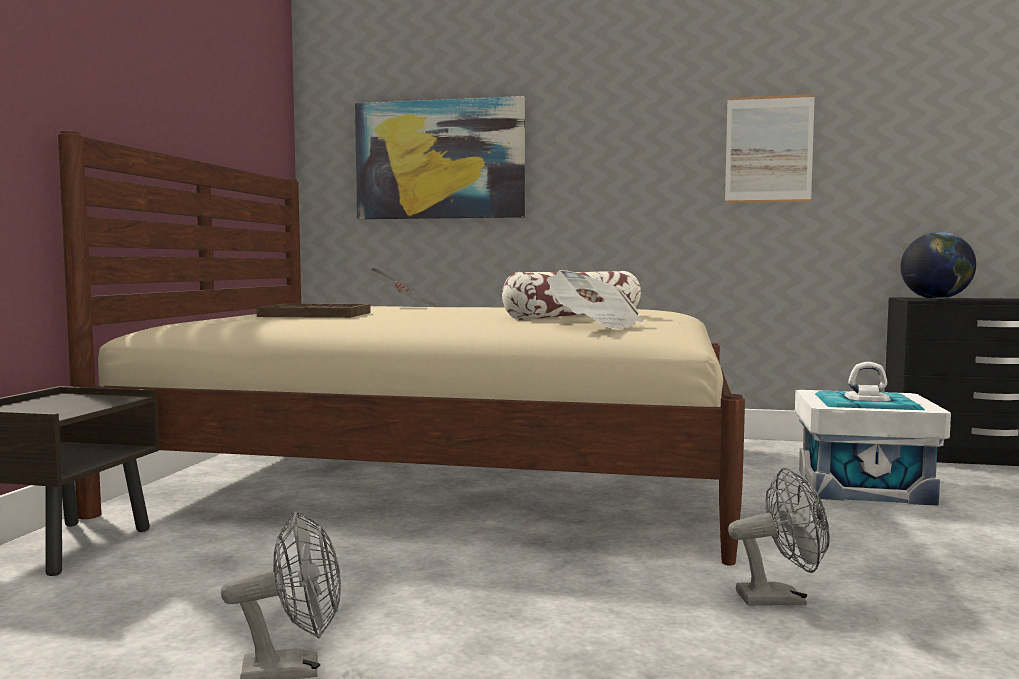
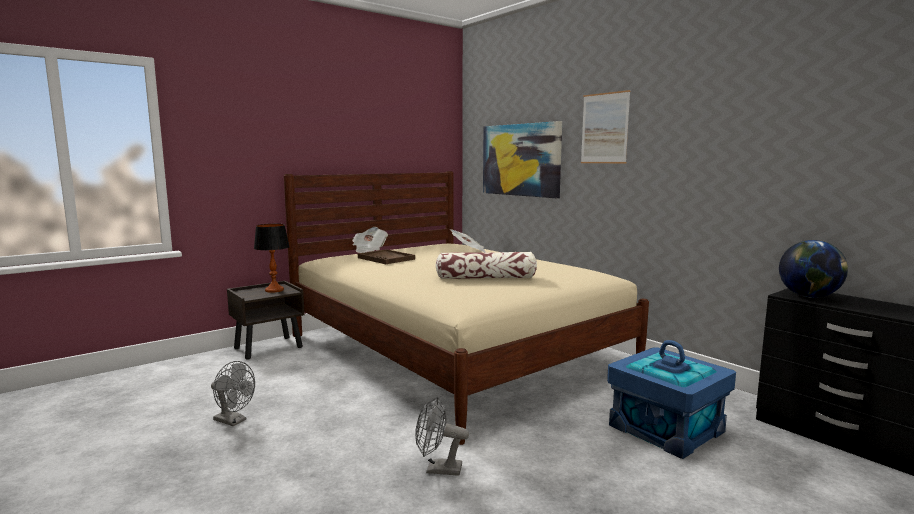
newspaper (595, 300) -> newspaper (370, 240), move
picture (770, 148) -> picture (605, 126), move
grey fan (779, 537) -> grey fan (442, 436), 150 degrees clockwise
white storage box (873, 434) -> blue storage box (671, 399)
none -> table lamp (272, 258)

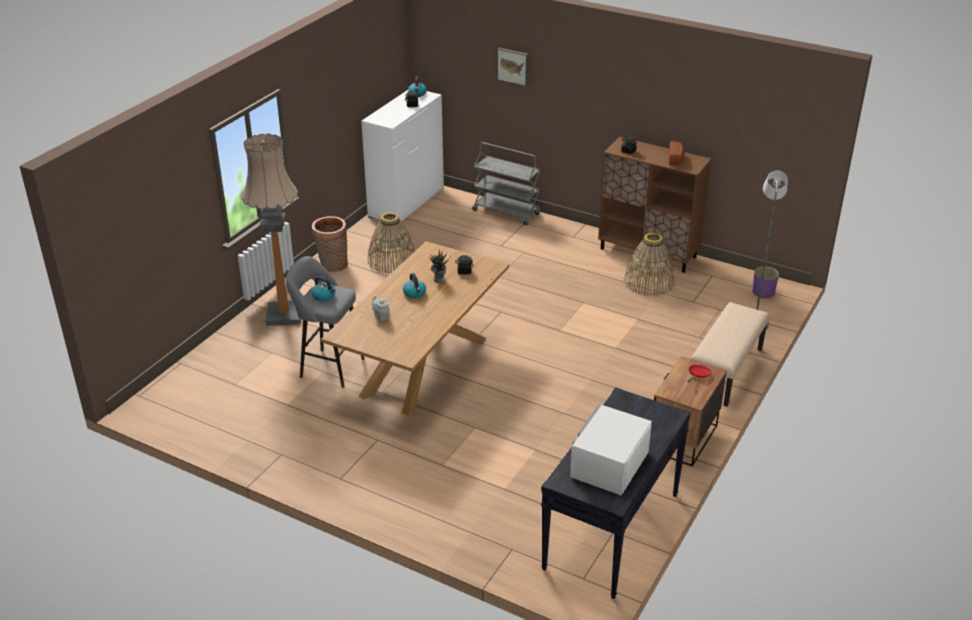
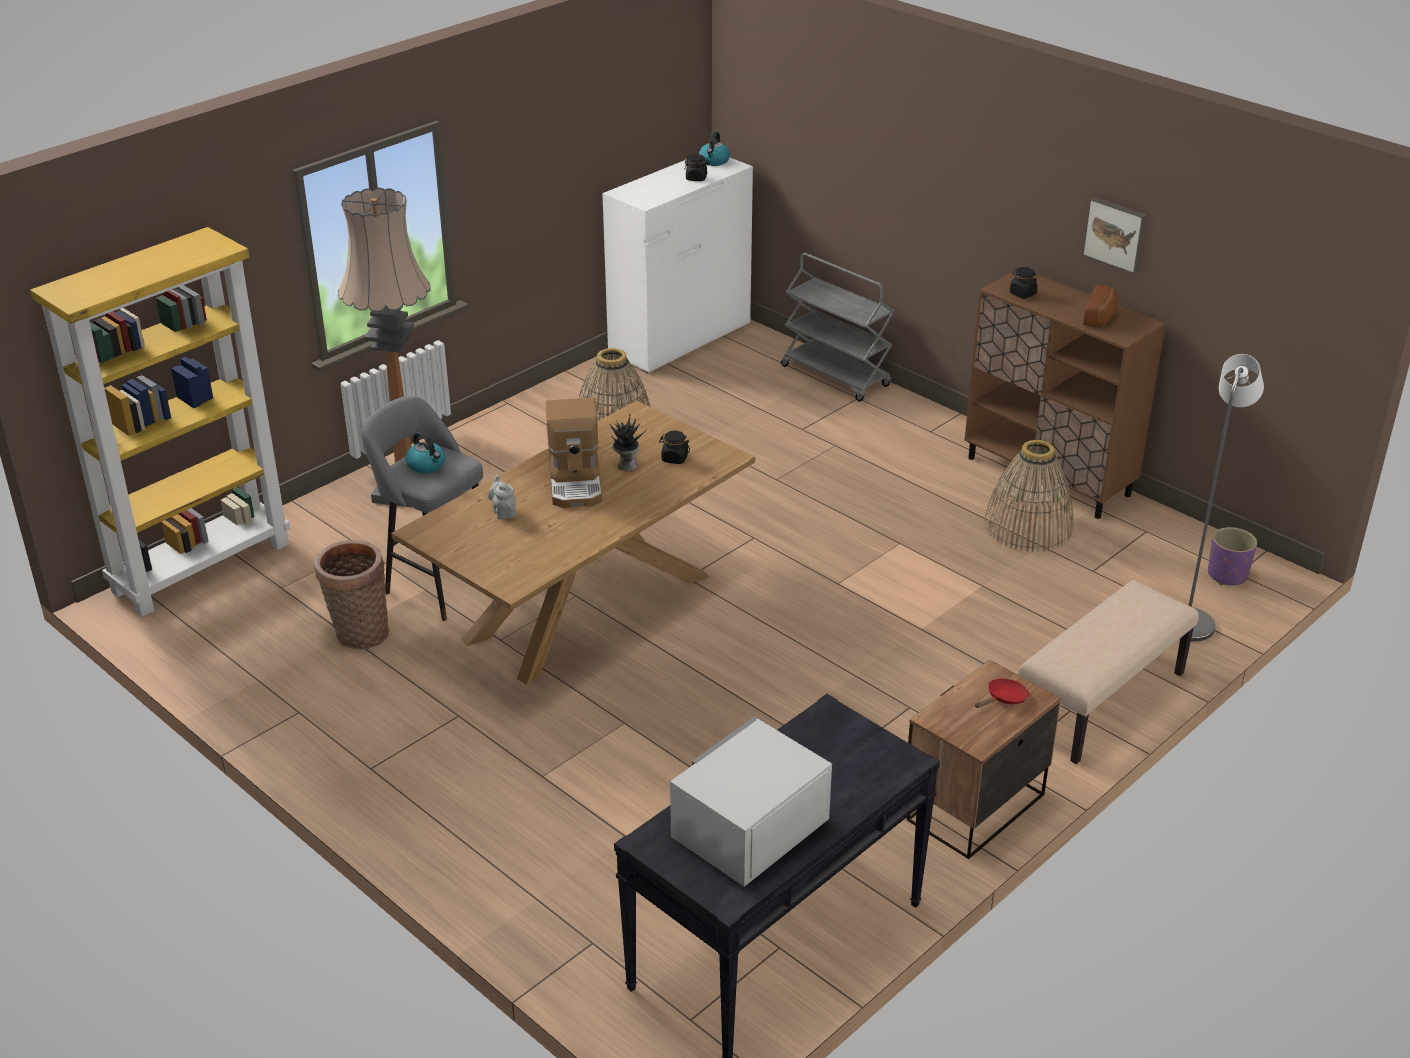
basket (330, 244) -> basket (351, 594), move
kettle (414, 285) -> coffee machine (573, 453)
picture (512, 67) -> picture (1114, 235), move
none -> yellow bookcase (160, 422)

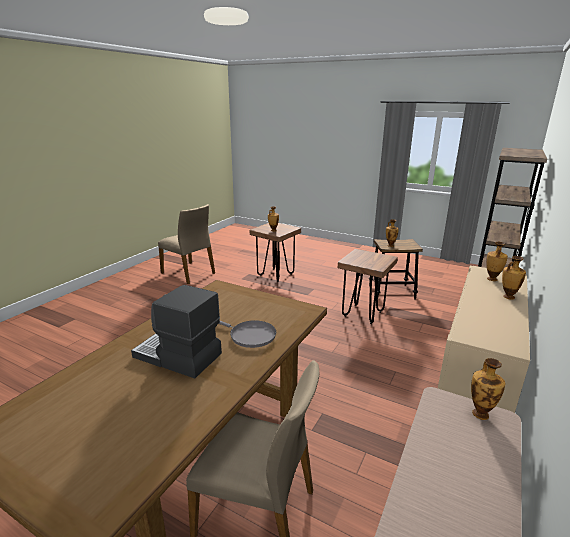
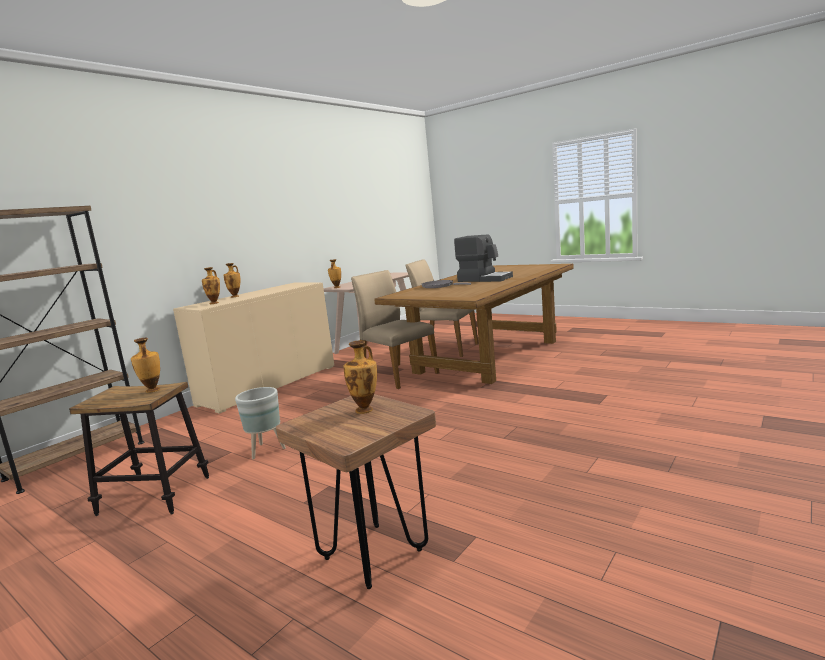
beige chair (186, 244) -> beige chair (395, 329), move
brown stool (368, 286) -> grey planter (260, 423)

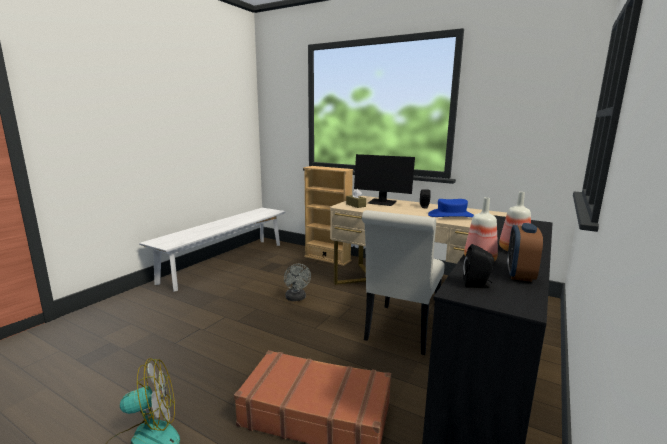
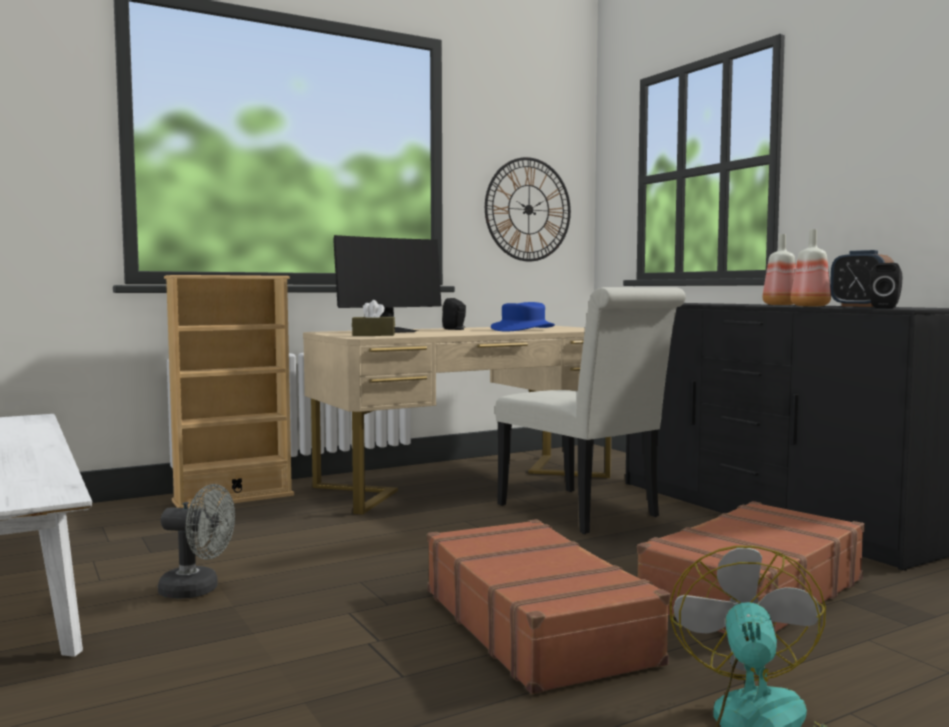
grey fan (297, 282) -> grey fan (196, 541), move
none -> brown suitcase (548, 606)
none -> wall clock (528, 209)

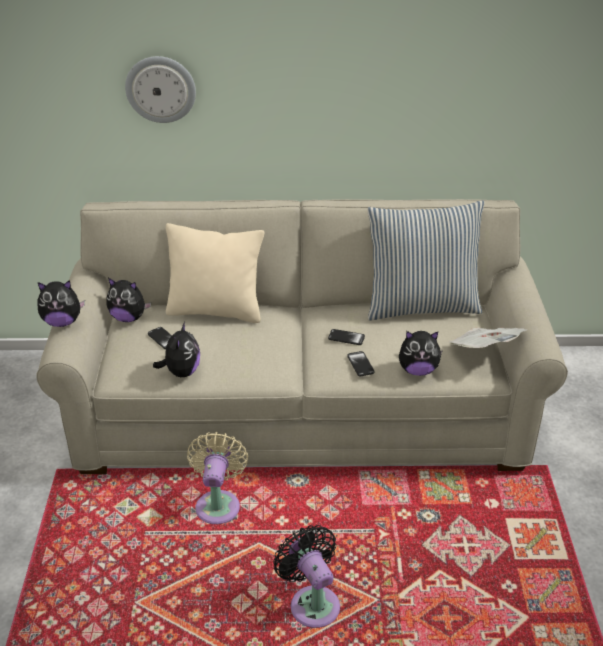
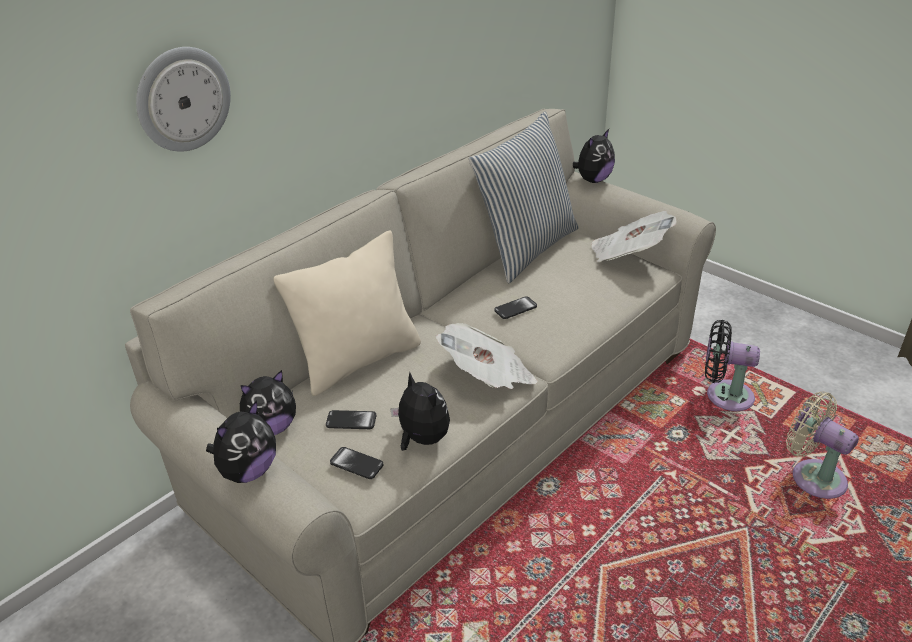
beige fan (217, 478) -> beige fan (822, 445), move
black fan (306, 576) -> black fan (732, 365), move
phone (360, 363) -> phone (357, 463), move
plush toy (421, 353) -> plush toy (594, 156), move
none -> newspaper (486, 356)

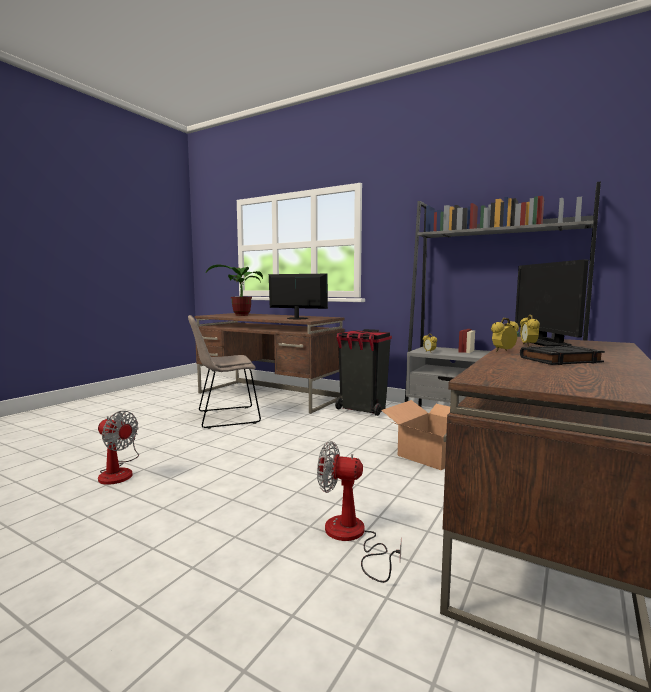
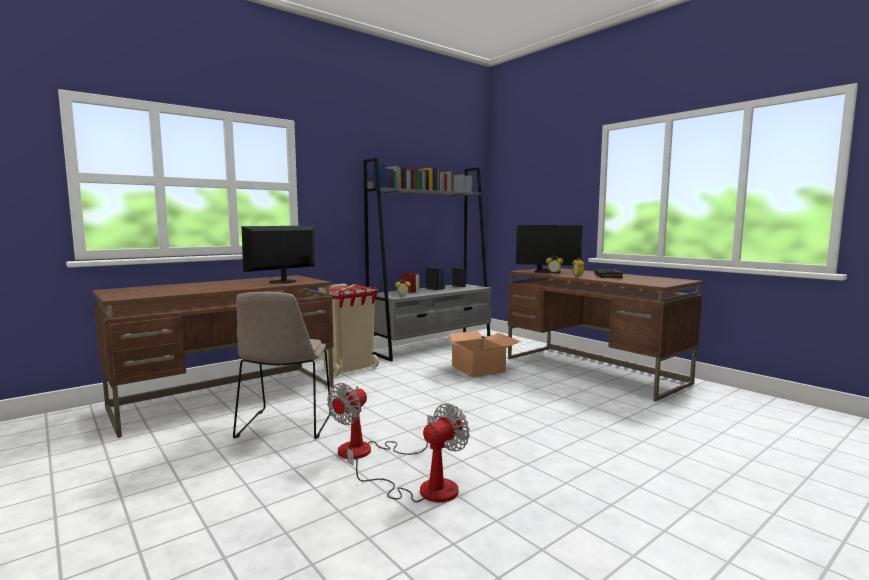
potted plant (234, 290) -> none
fan (359, 512) -> fan (380, 421), move
black trash can (363, 372) -> beige trash can (348, 330)

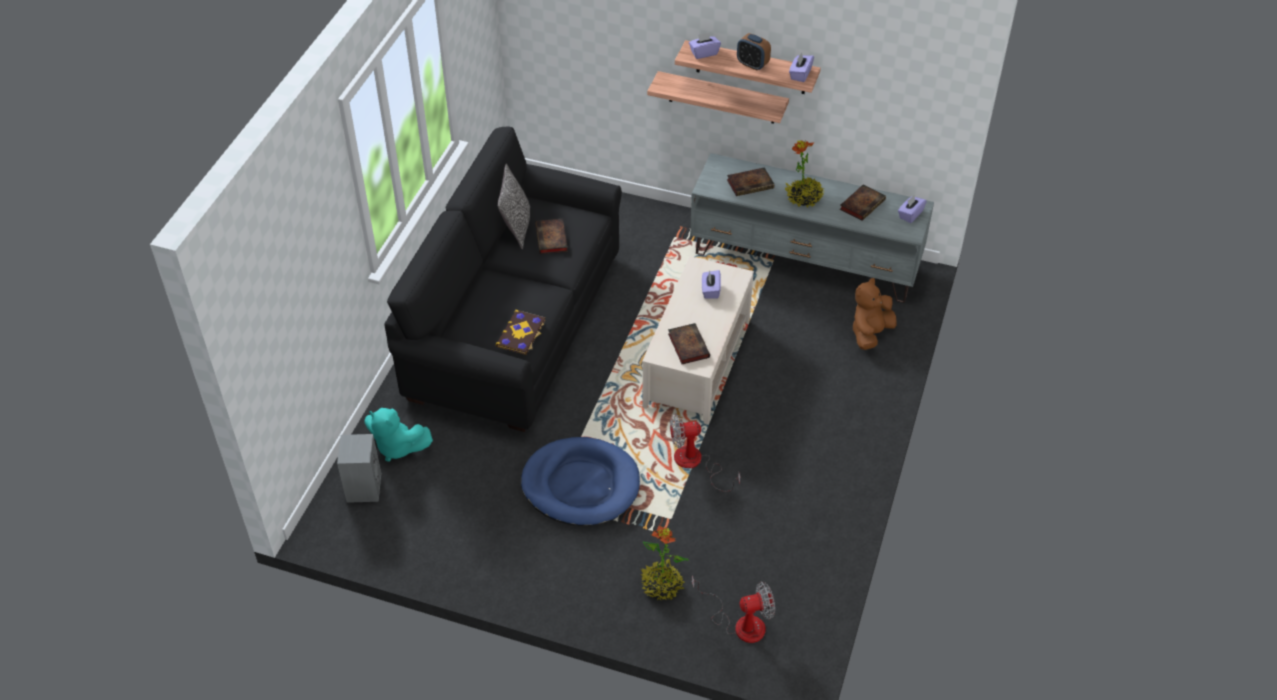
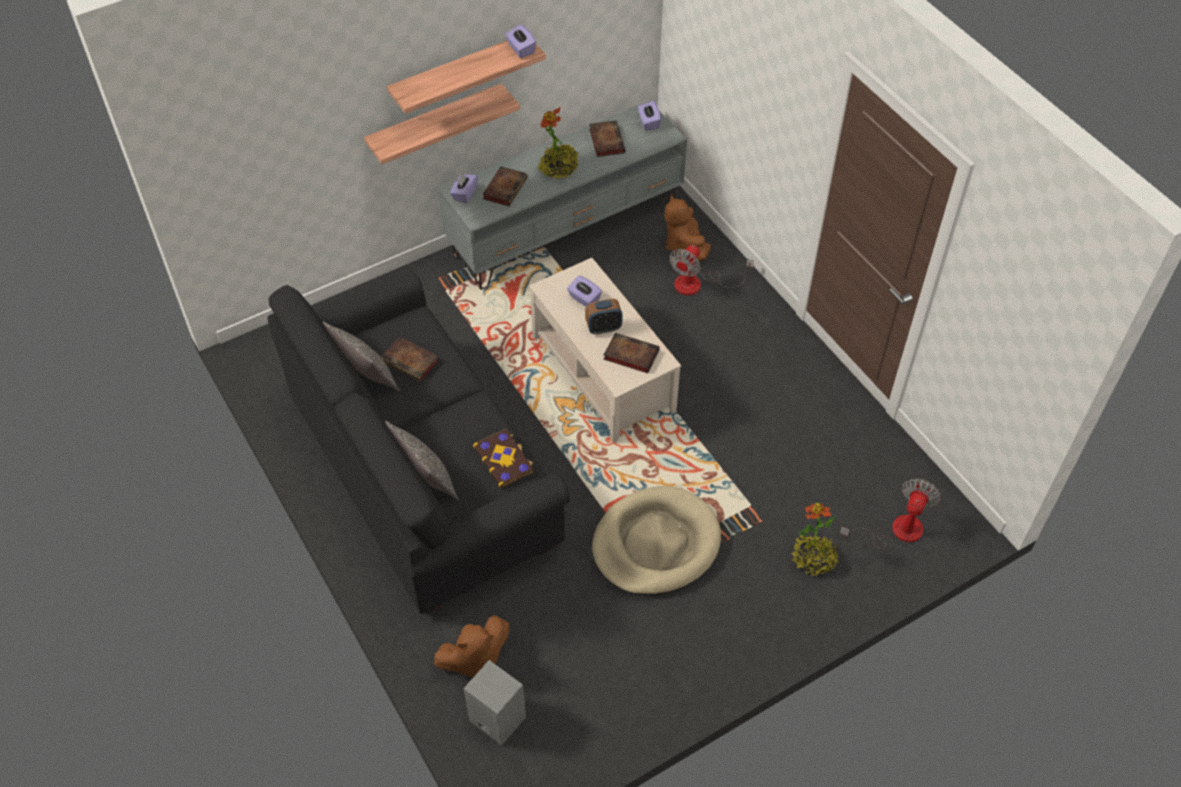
turquoise plush toy (398, 435) -> brown plush toy (471, 646)
blue dog bed (580, 481) -> beige dog bed (656, 541)
fan (705, 453) -> fan (712, 270), move
purple tissue box (705, 45) -> purple tissue box (464, 188), move
alarm clock (754, 52) -> alarm clock (604, 317), move
none -> pillow (422, 460)

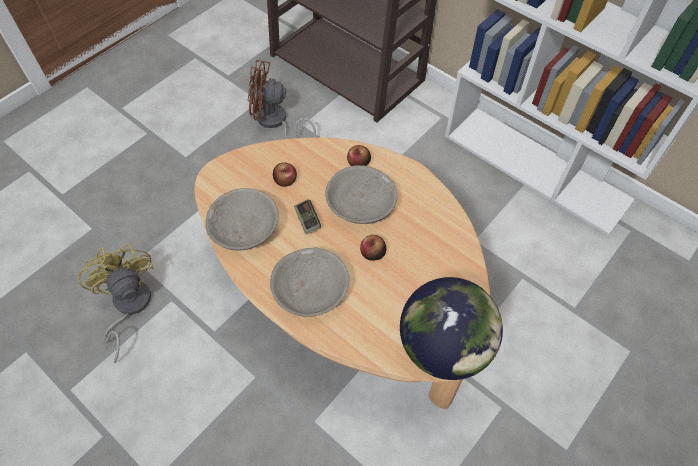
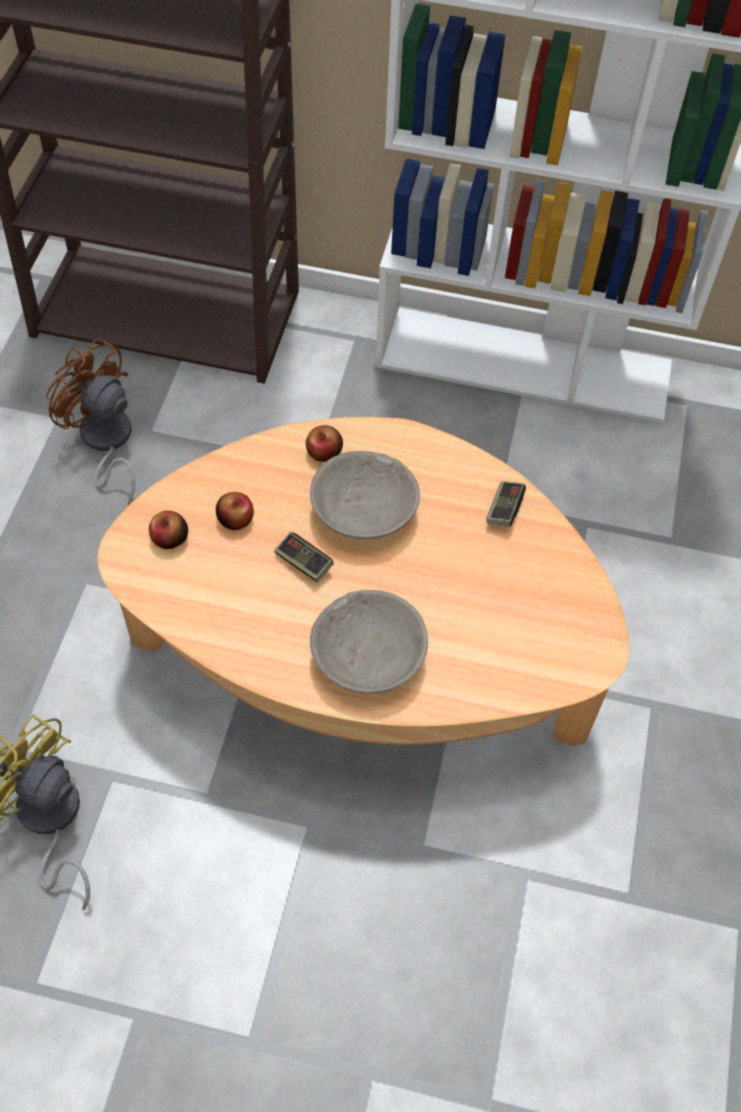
grey bowl (242, 219) -> none
brown fan (282, 99) -> brown fan (90, 421), 60 degrees clockwise
apple (373, 248) -> apple (168, 530), move
globe (451, 328) -> none
none -> game controller (506, 504)

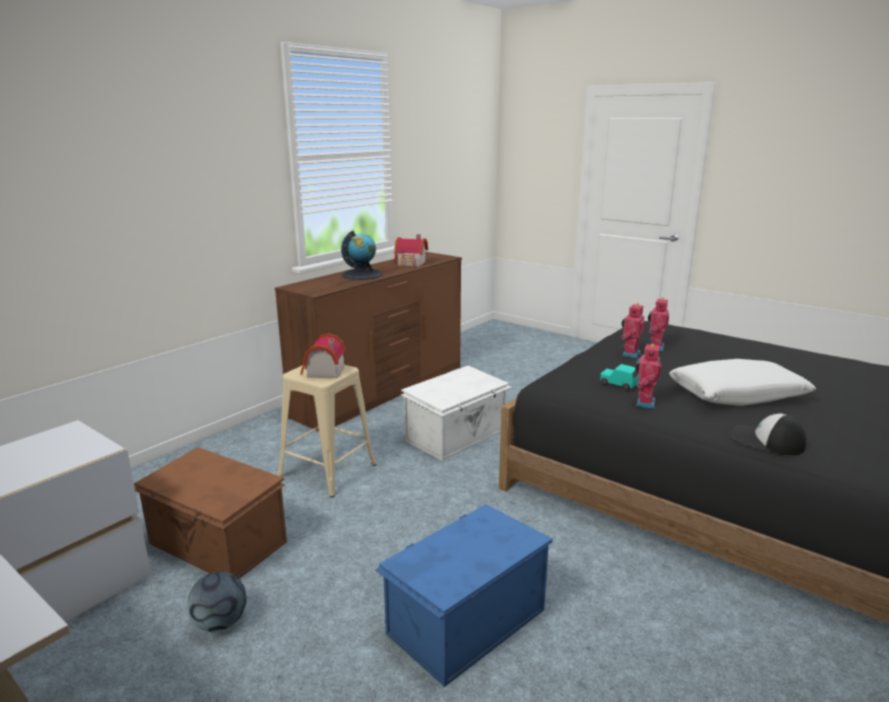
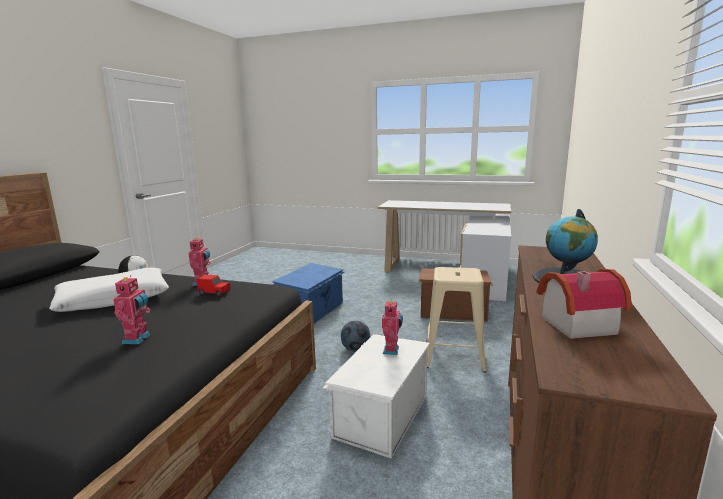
football (217, 602) -> football (355, 336), move
toy house (323, 355) -> none
turquoise toy car (619, 377) -> red toy car (213, 285)
toy robot (632, 330) -> toy robot (392, 327), move

